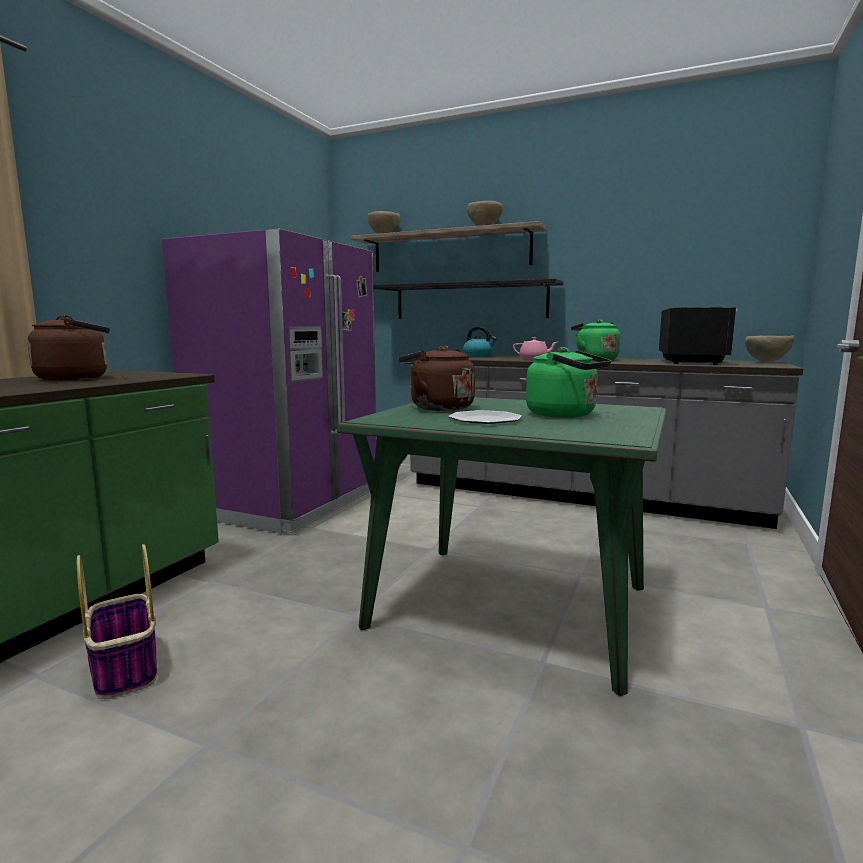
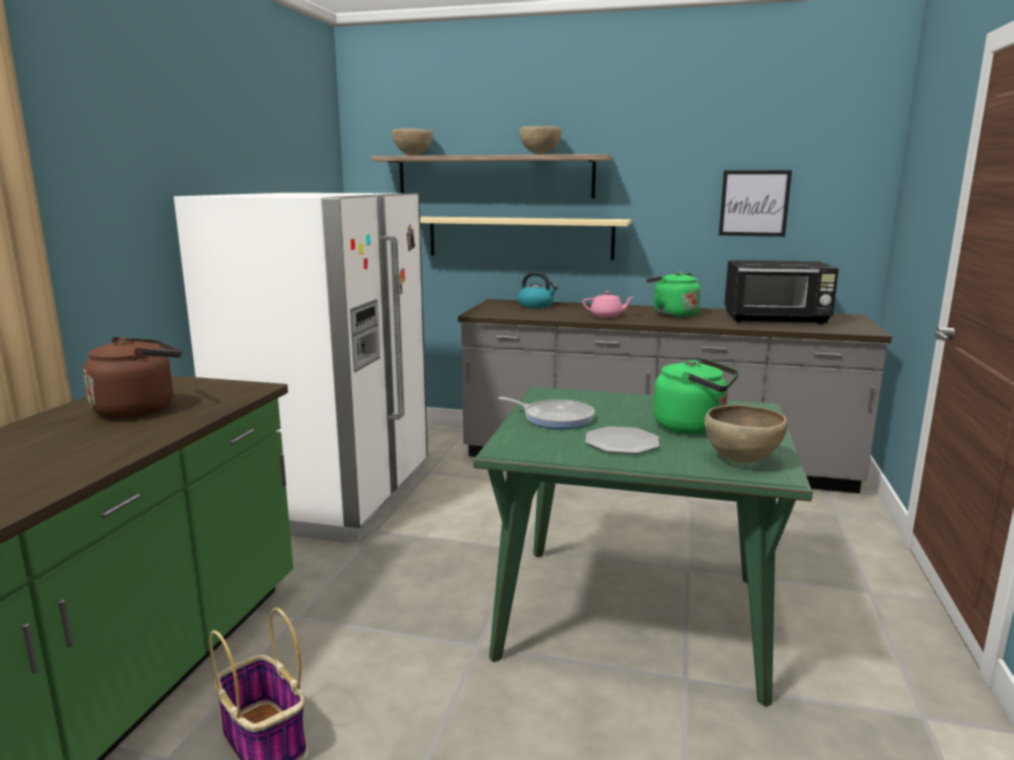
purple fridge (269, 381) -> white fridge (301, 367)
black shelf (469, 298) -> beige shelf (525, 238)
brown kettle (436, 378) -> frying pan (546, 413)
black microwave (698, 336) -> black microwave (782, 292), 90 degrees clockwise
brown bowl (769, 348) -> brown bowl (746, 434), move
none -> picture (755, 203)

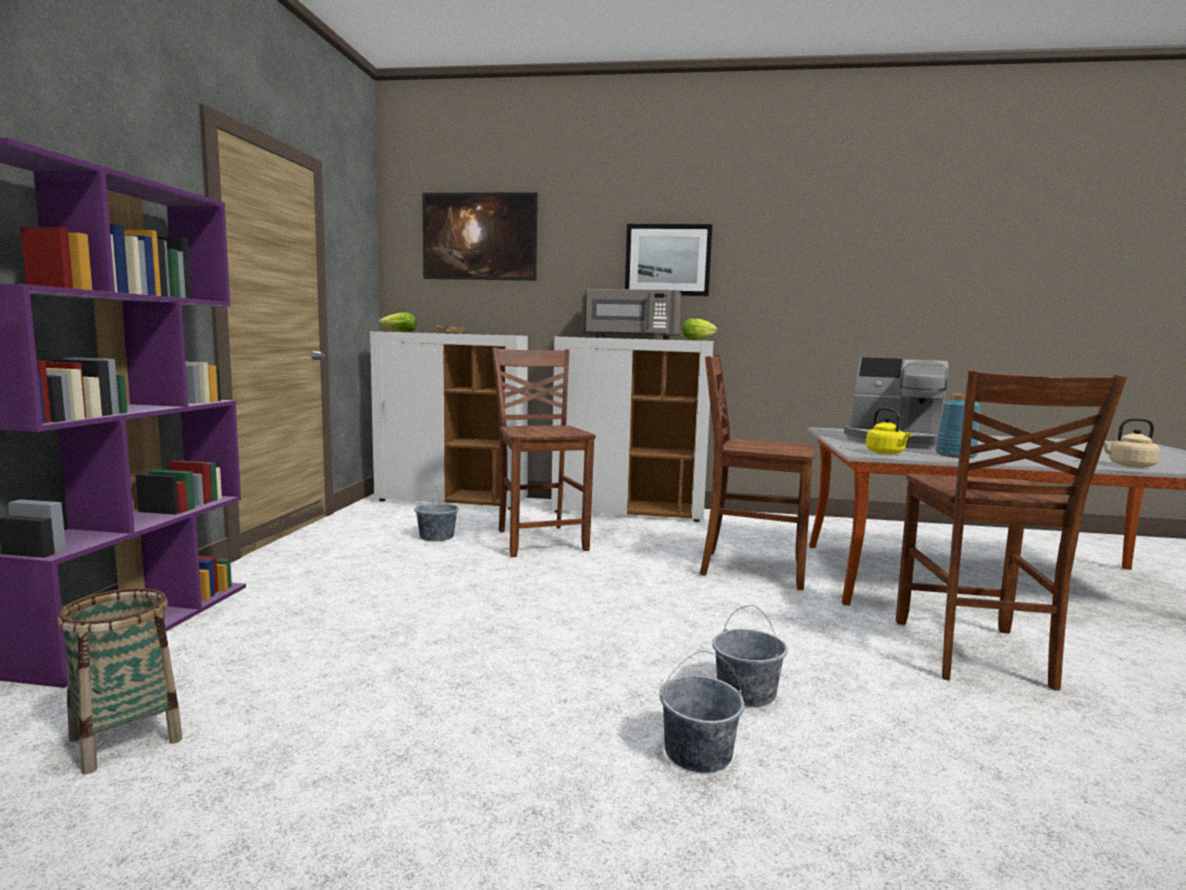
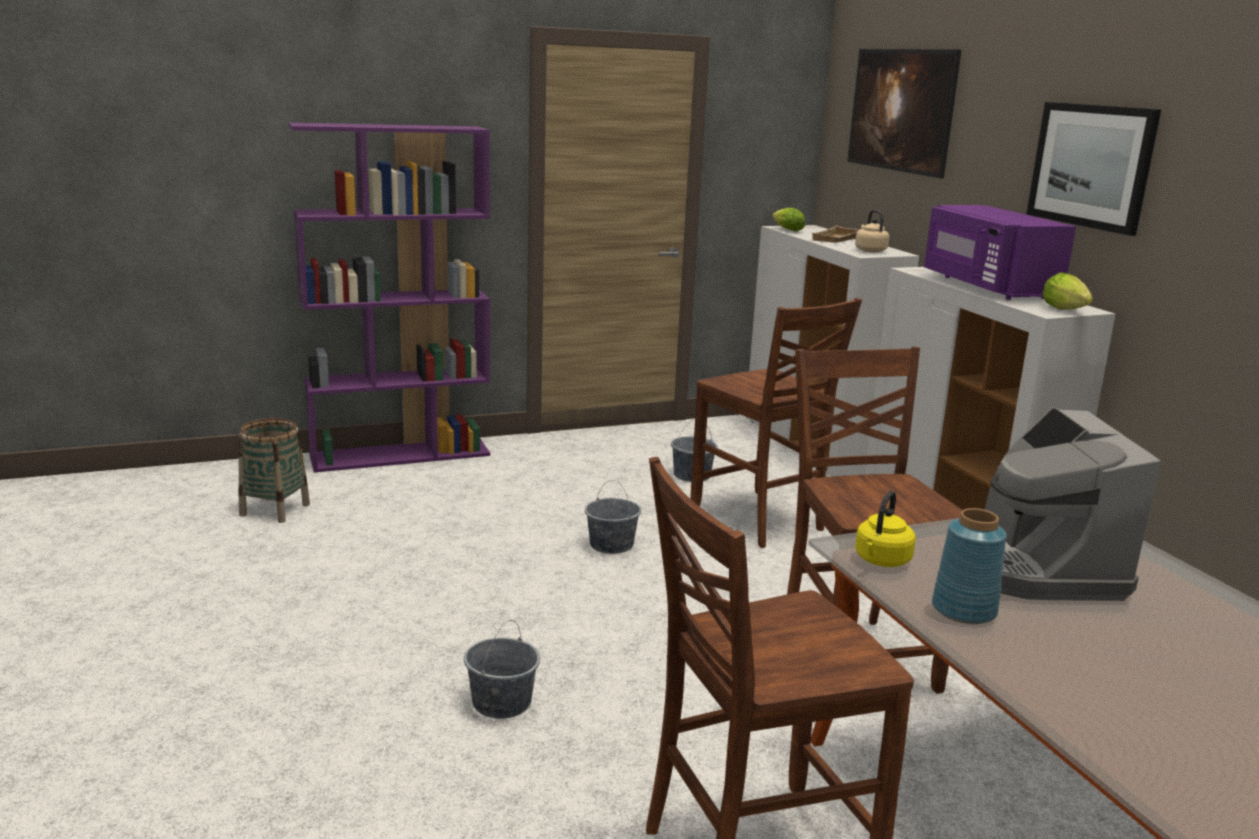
brown chair (544, 452) -> brown chair (776, 423), 105 degrees clockwise
grey microwave (631, 314) -> purple microwave (1000, 252)
grey bucket (702, 712) -> grey bucket (613, 517), move
beige kettle (1131, 443) -> beige kettle (872, 231), move

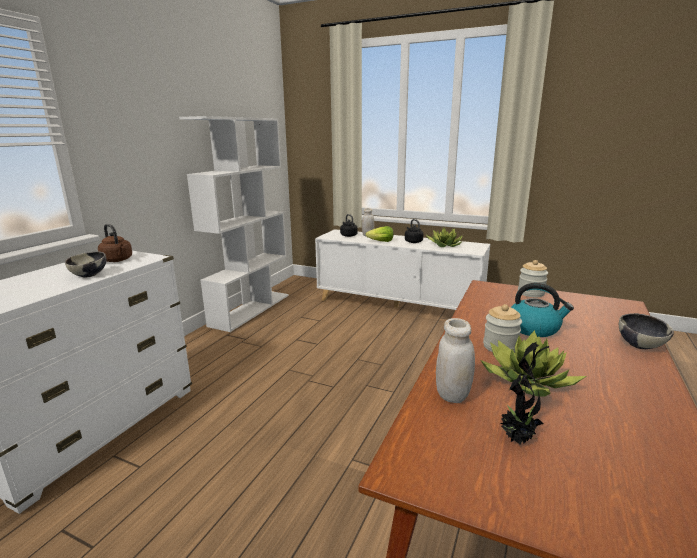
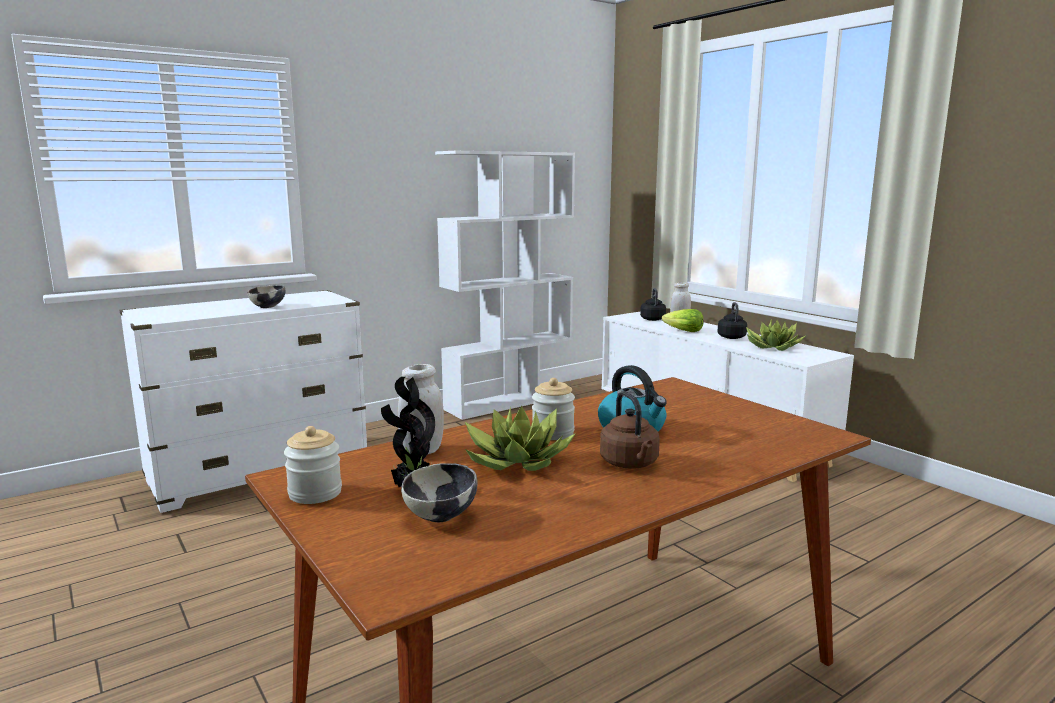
brown kettle (115, 243) -> brown kettle (630, 430), move
jar (533, 278) -> jar (313, 465), move
bowl (646, 331) -> bowl (439, 492), move

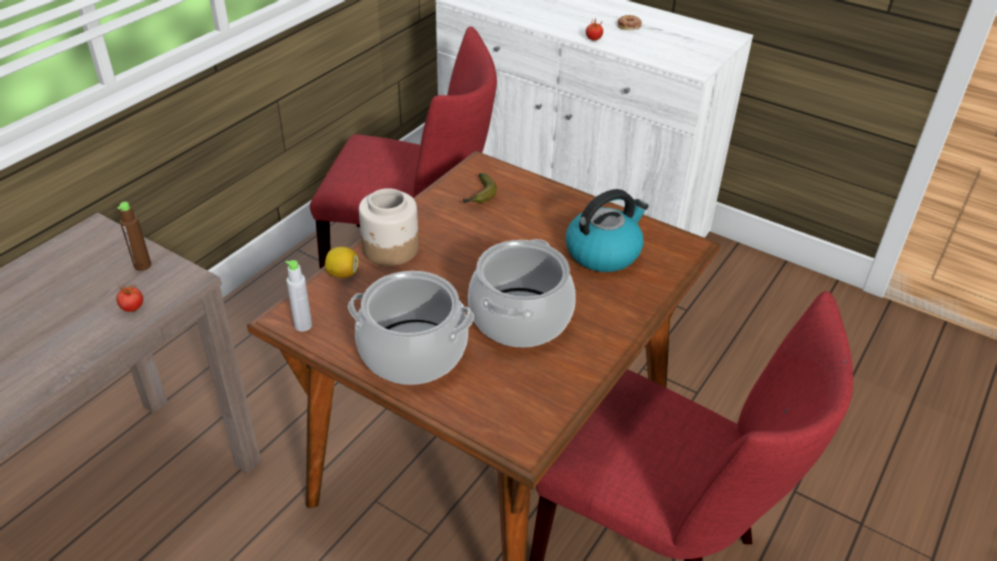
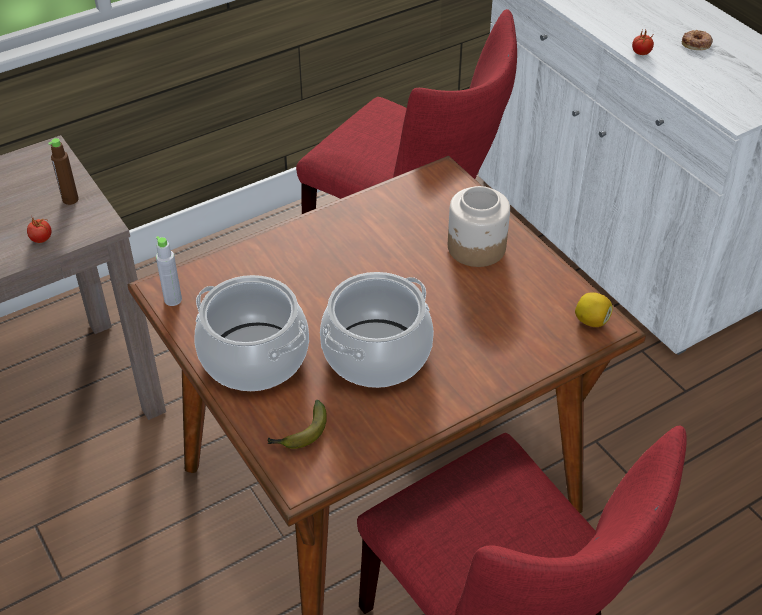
lemon (341, 262) -> lemon (594, 309), move
jar (389, 227) -> jar (479, 226), move
banana (480, 188) -> banana (297, 424), move
kettle (607, 230) -> none

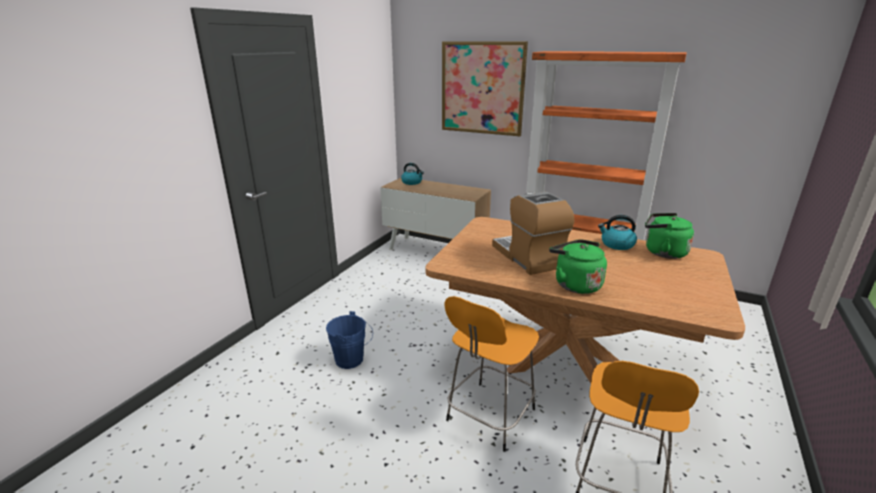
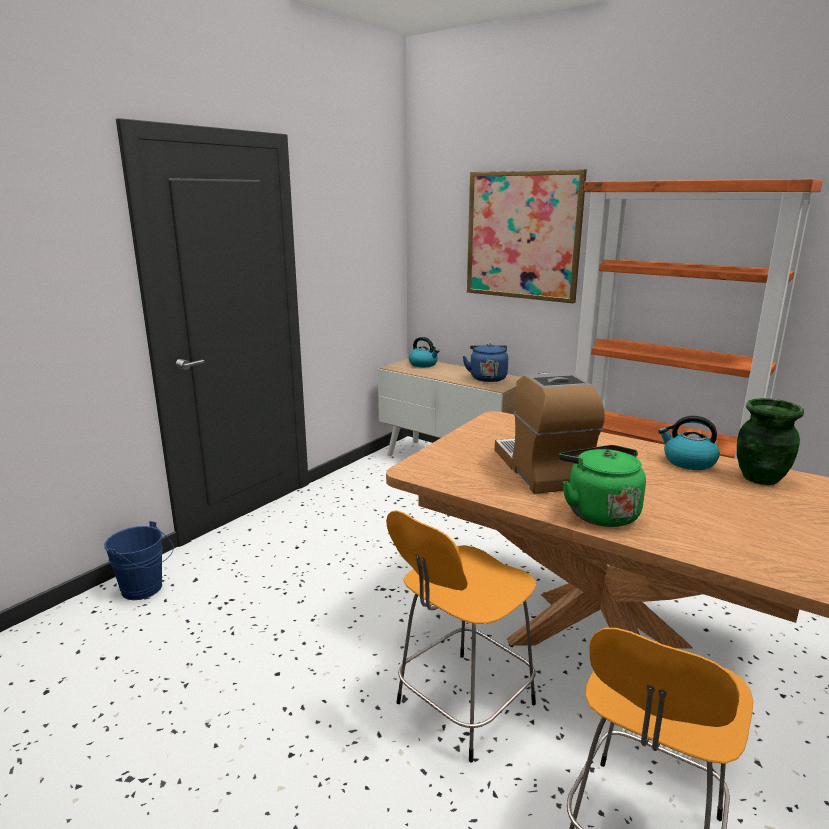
blue bucket (349, 340) -> blue bucket (139, 560), move
green kettle (669, 236) -> green vase (770, 441)
none -> blue kettle (485, 362)

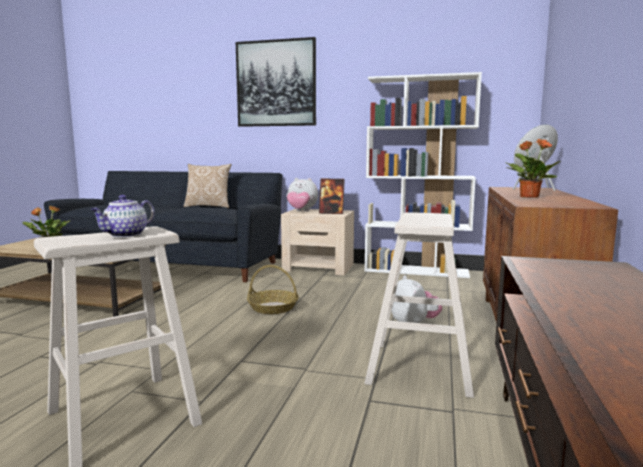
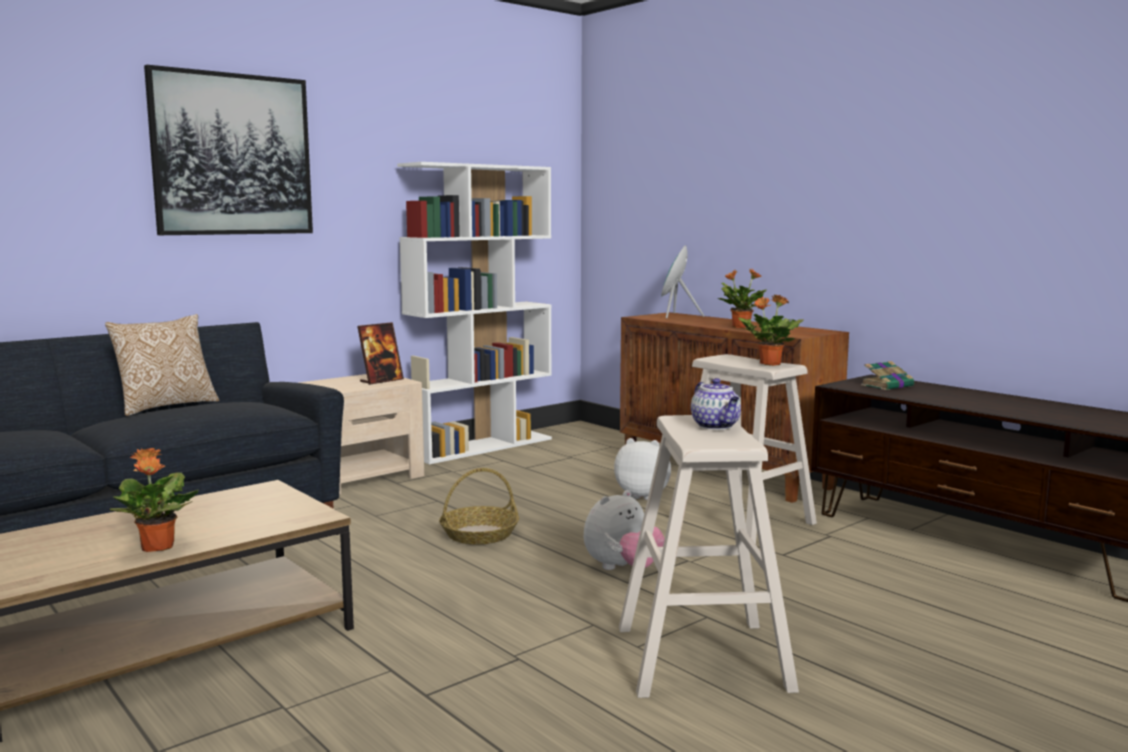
plush toy (302, 194) -> plush toy (624, 530), move
none -> potted plant (770, 330)
none -> book (887, 375)

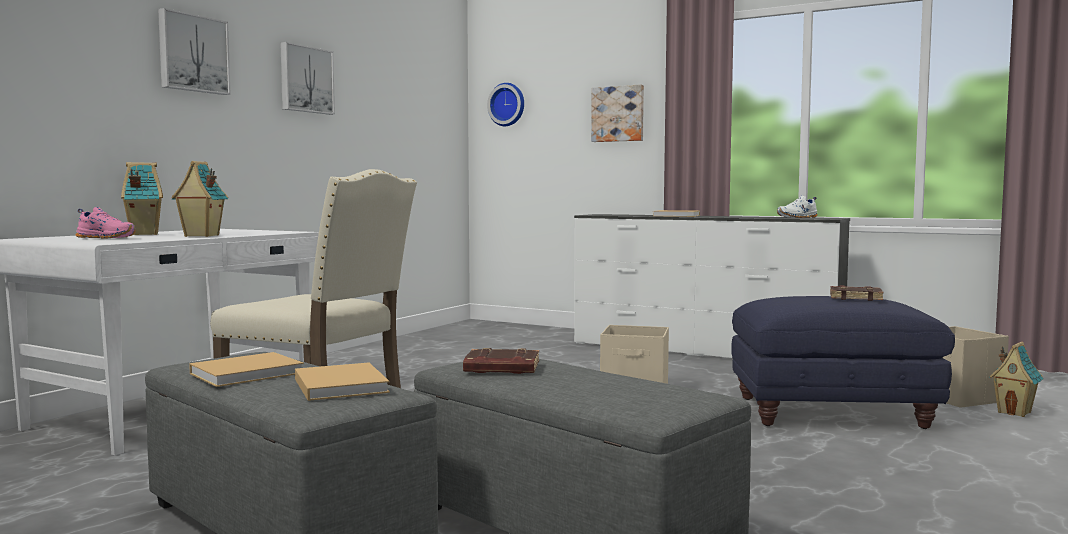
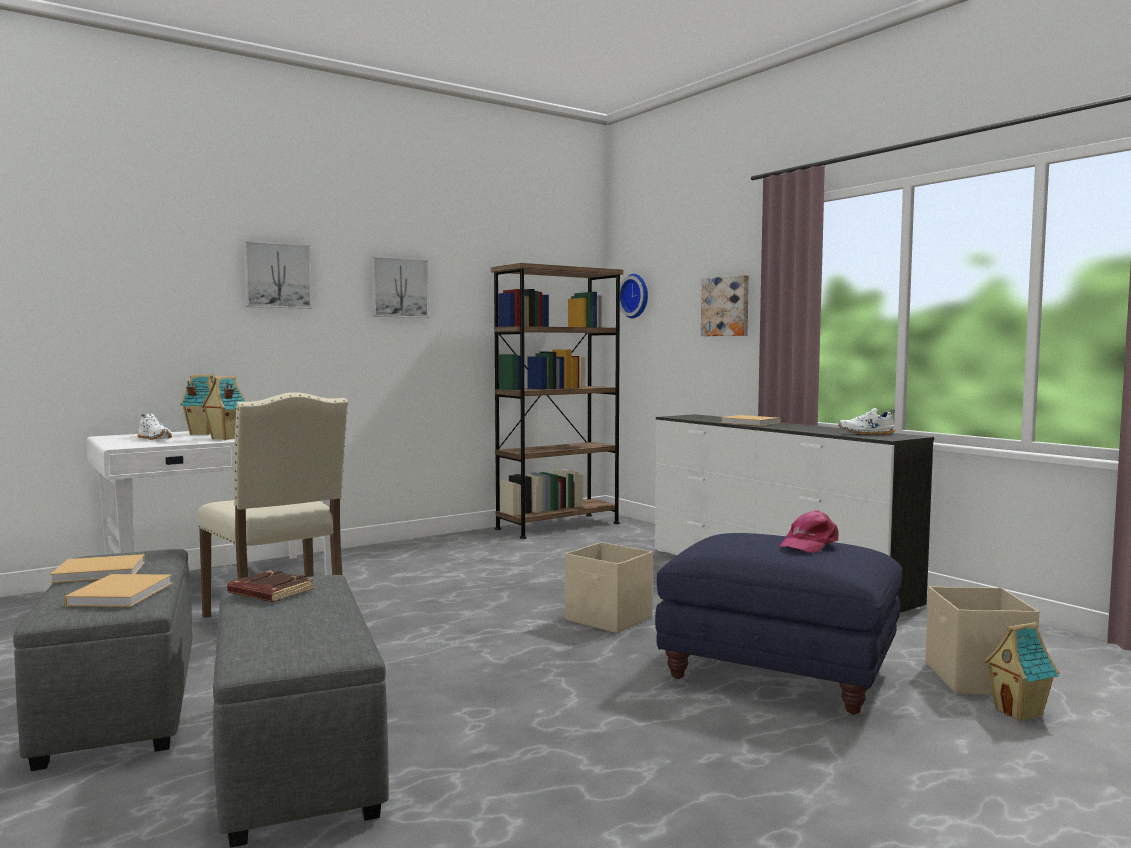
pink shoe (105, 223) -> white shoe (154, 427)
brown book (857, 293) -> pink cap (809, 531)
none -> brown bookcase (557, 401)

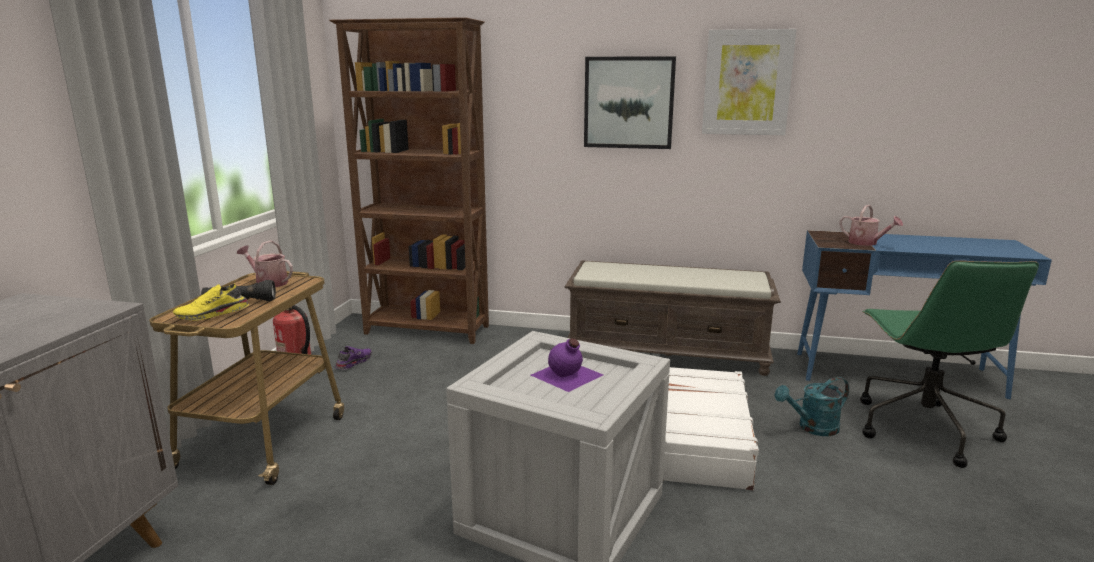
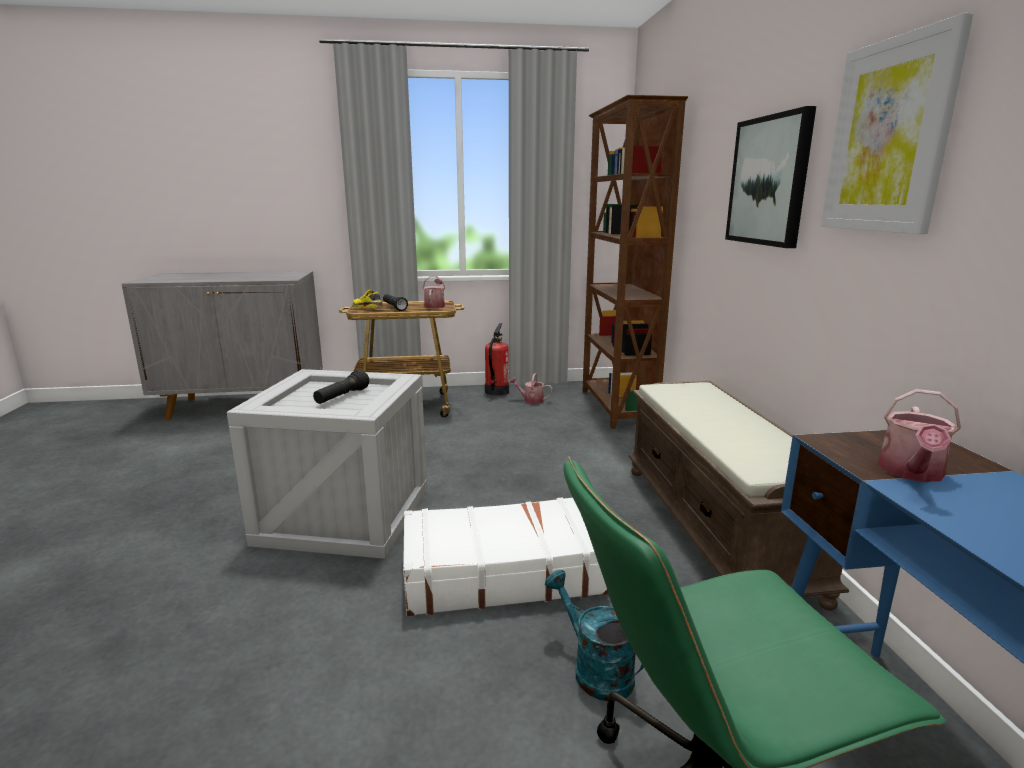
purple shoe (353, 357) -> watering can (531, 388)
purple bottle (567, 365) -> black flashlight (341, 387)

